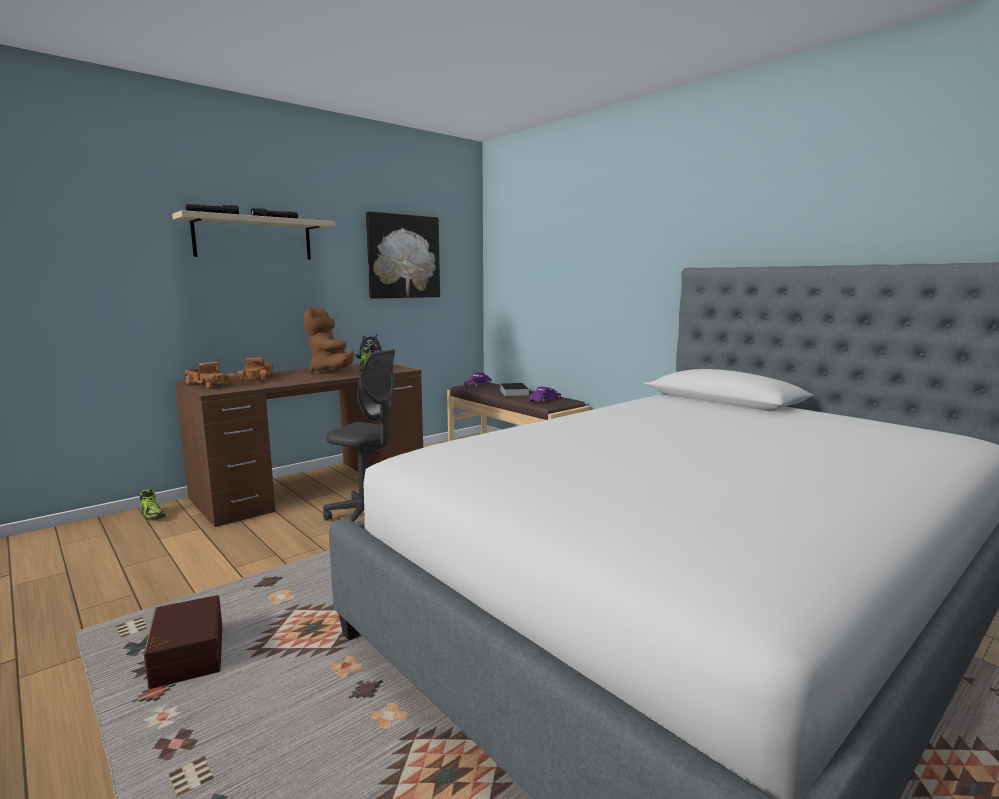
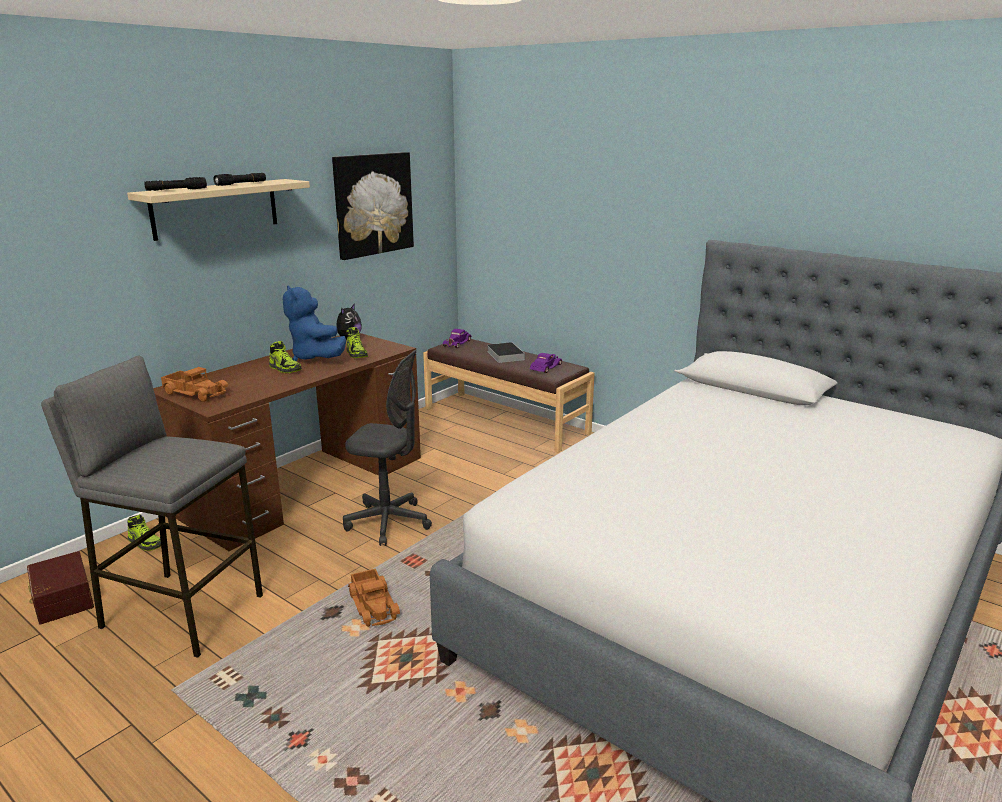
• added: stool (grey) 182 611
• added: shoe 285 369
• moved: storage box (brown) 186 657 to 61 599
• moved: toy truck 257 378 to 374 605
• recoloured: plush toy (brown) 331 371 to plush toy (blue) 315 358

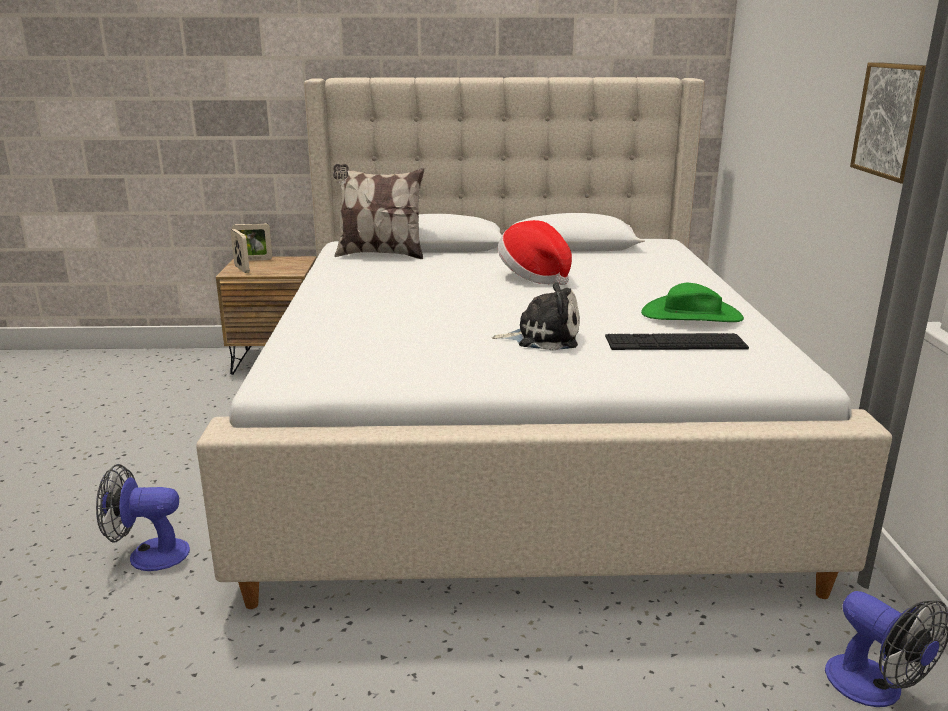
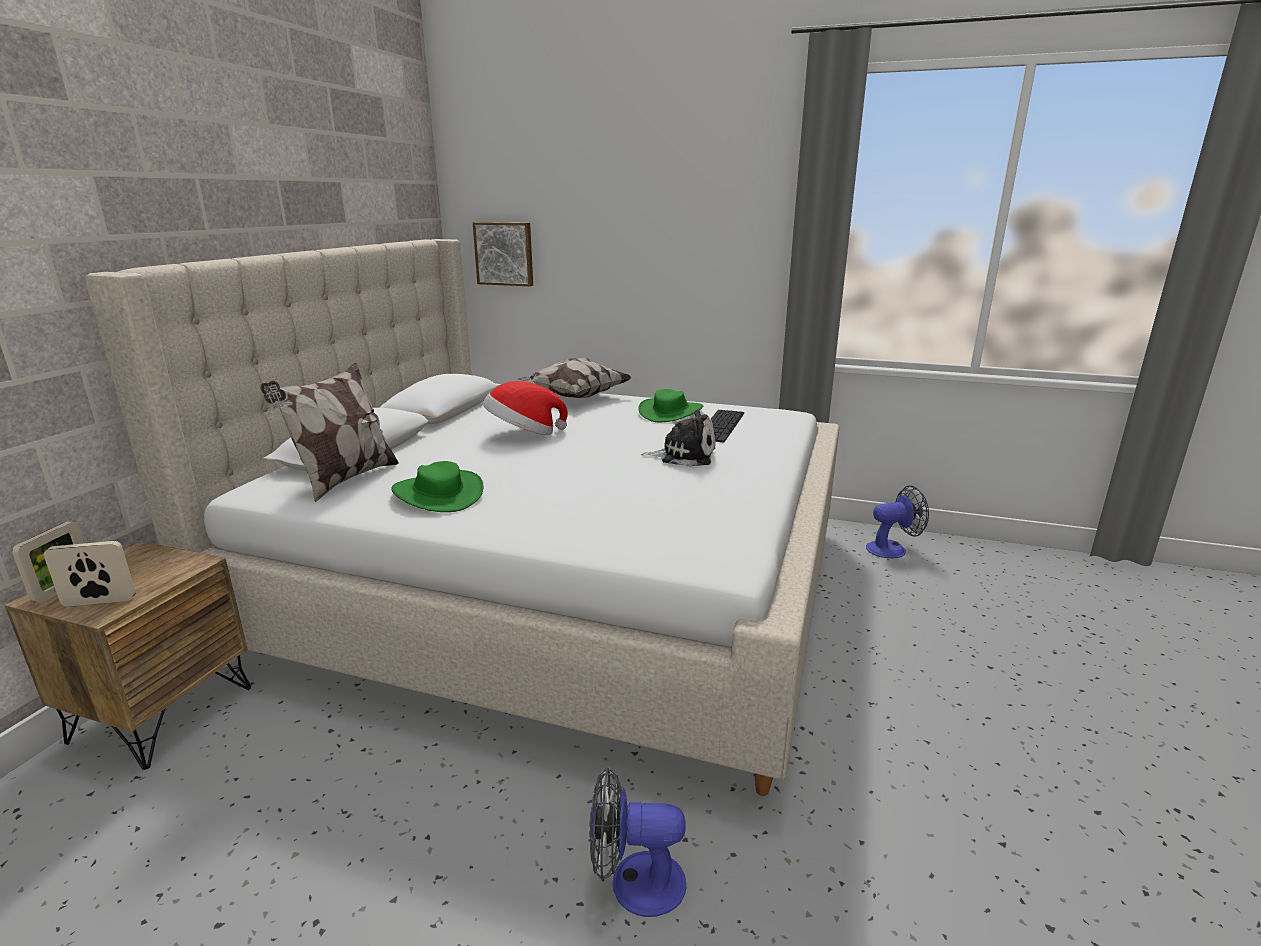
• added: hat (green) 438 493
• added: pillow 574 397
• moved: picture 896 120 to 504 253
• turned: fan 148 555 = 634 883 75 degrees clockwise
• turned: plush toy 543 337 = 684 455 75 degrees clockwise

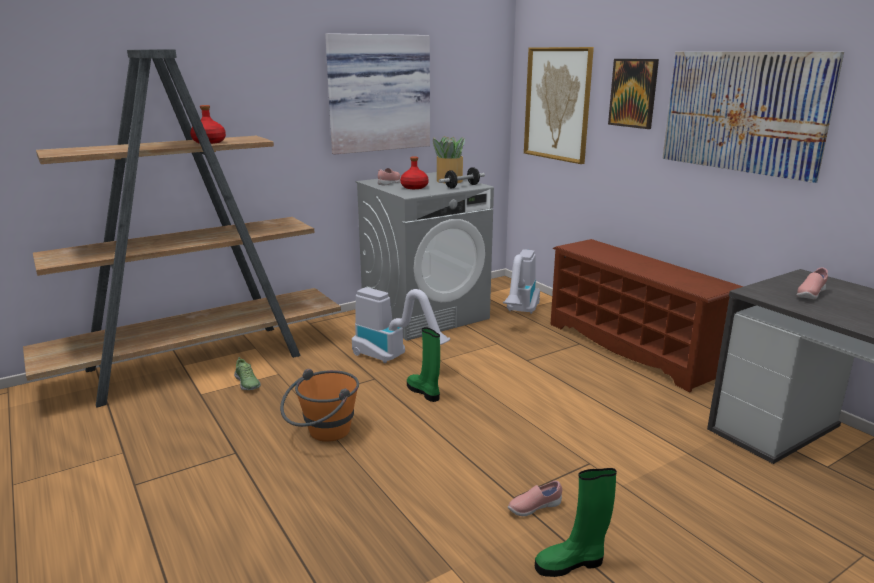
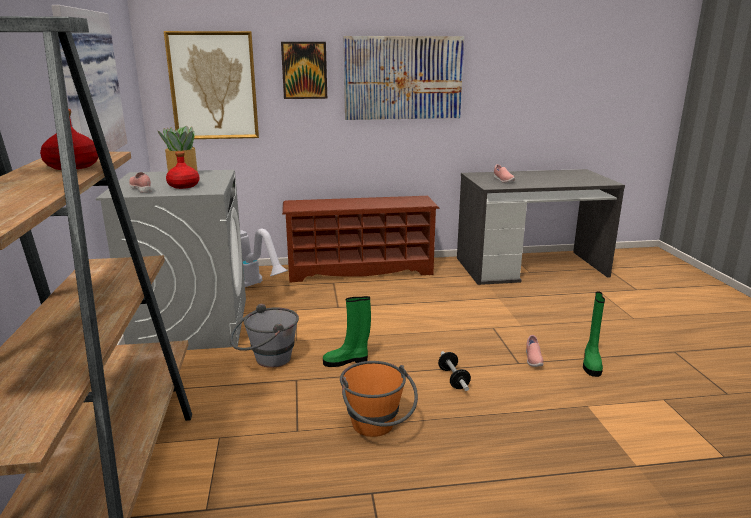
• removed: shoe 247 383
• moved: dumbbell 462 186 to 453 379
• replaced: vacuum cleaner 394 358 to bucket (grey) 266 361

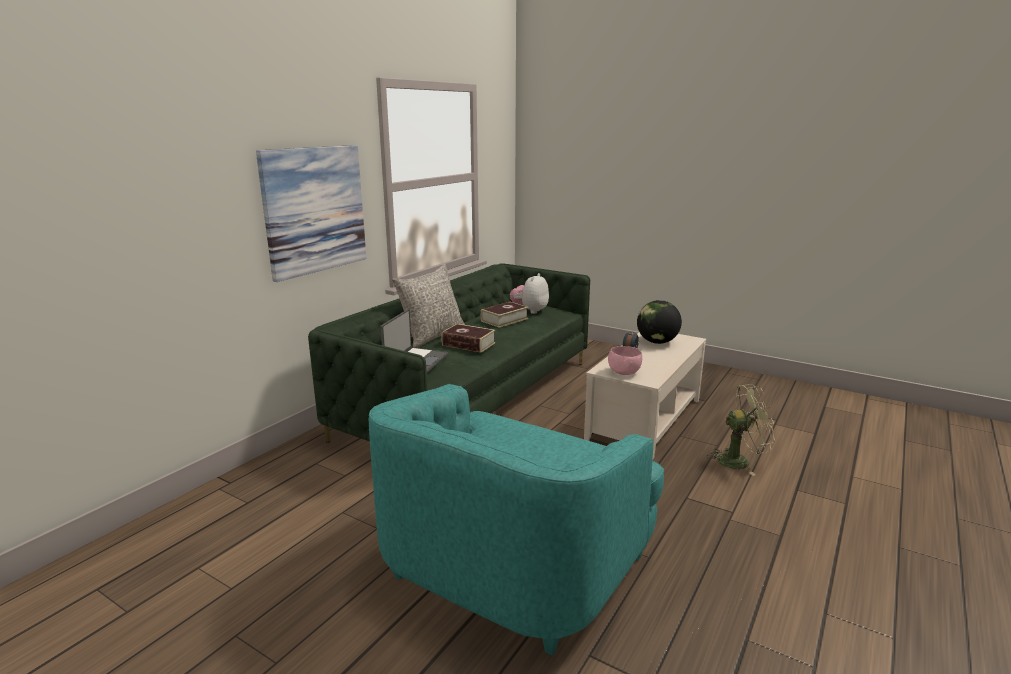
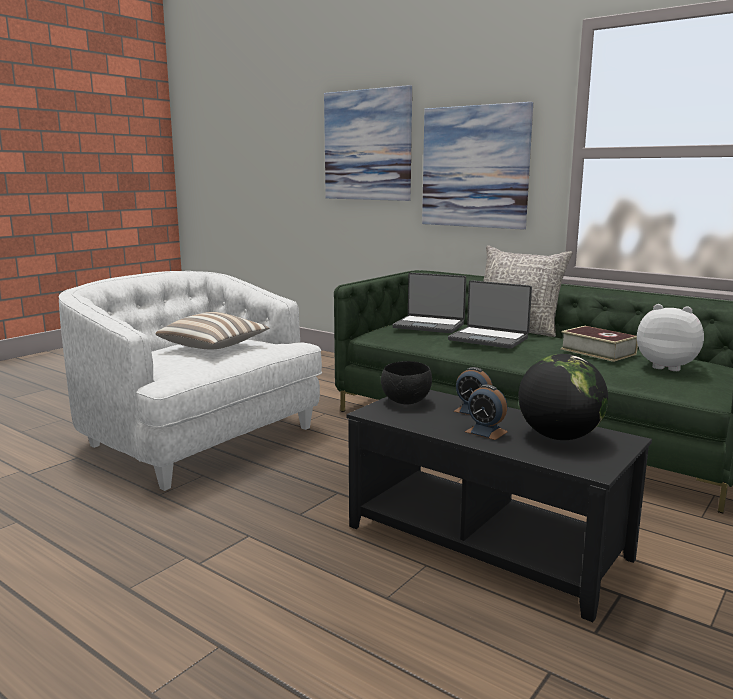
• removed: fan (green) 739 461
• added: pillow 214 347
• added: picture 367 145
• added: alarm clock 486 432
• replaced: book 468 344 to laptop 489 339
• recoloured: armchair (turquoise) 514 563 to armchair (white) 198 439
• recoloured: coffee table (beige) 645 419 to coffee table (black) 486 542
• recoloured: bowl (pink) 624 372 to bowl (black) 407 402

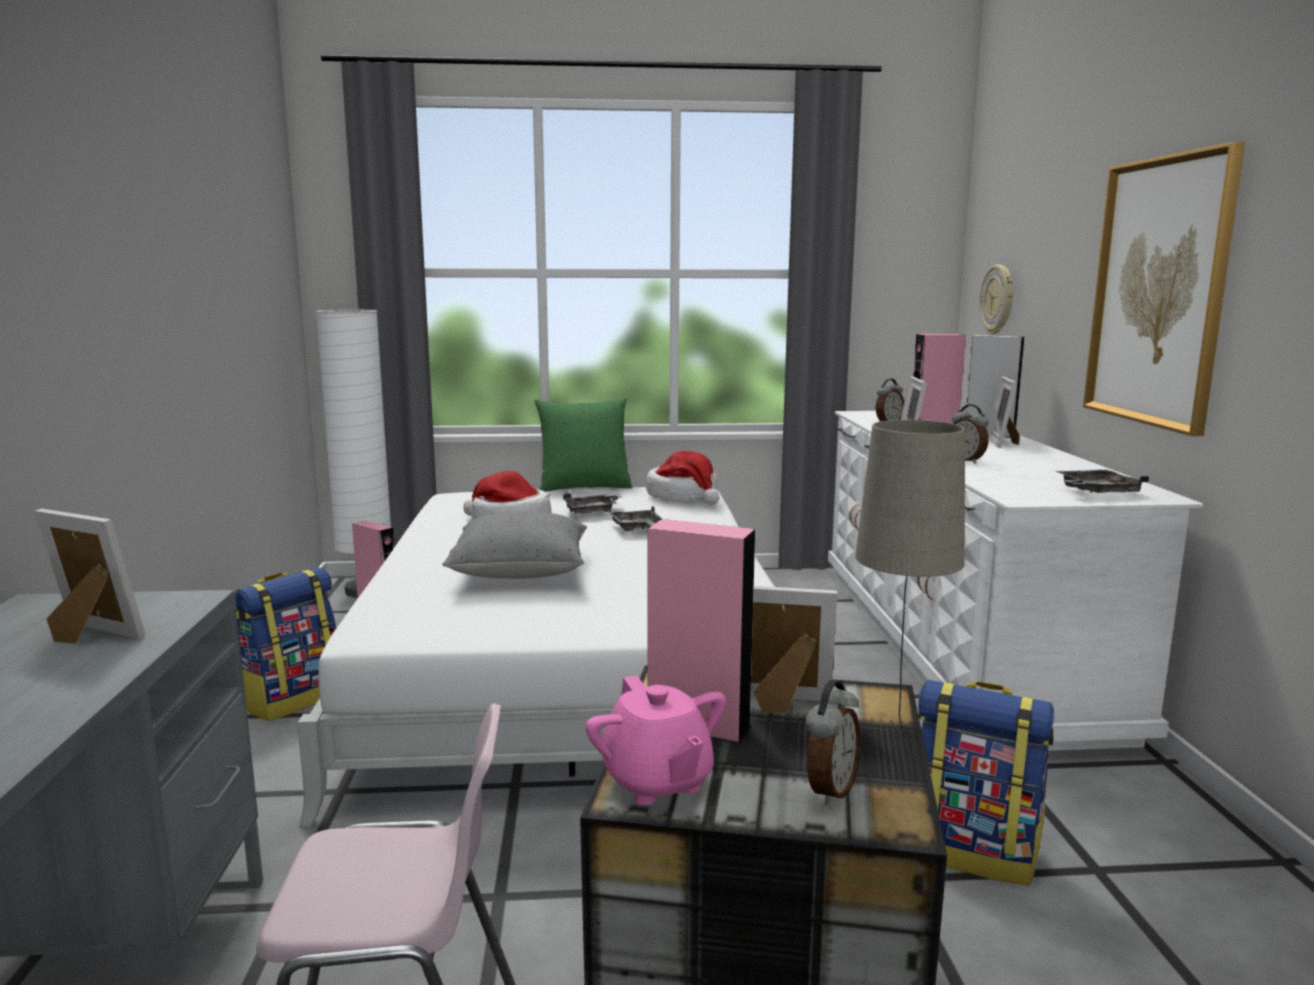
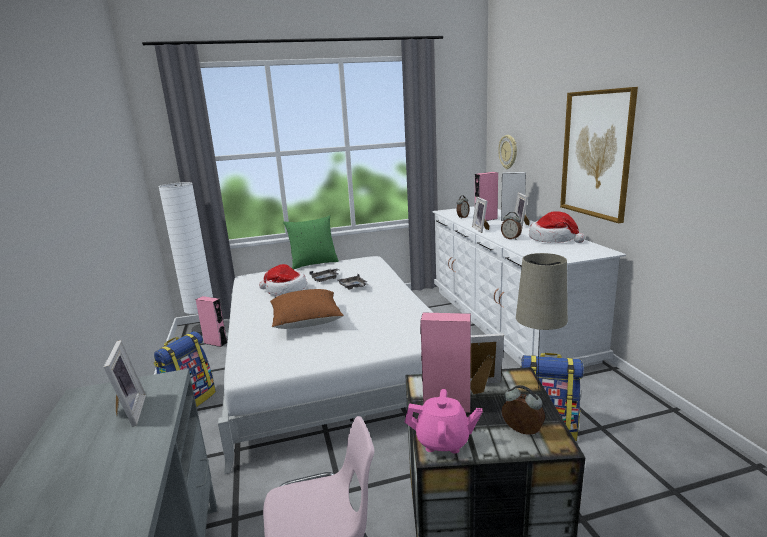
• removed: tray (grey) 1096 492
• moved: hat 684 496 to 553 239
• recoloured: pillow (grey) 520 572 to pillow (brown) 306 321
• turned: picture frame 88 636 = 128 412 60 degrees clockwise
• turned: teapot (pink) 657 782 = 443 441 45 degrees counterclockwise
• turned: alarm clock 829 790 = 521 432 75 degrees counterclockwise

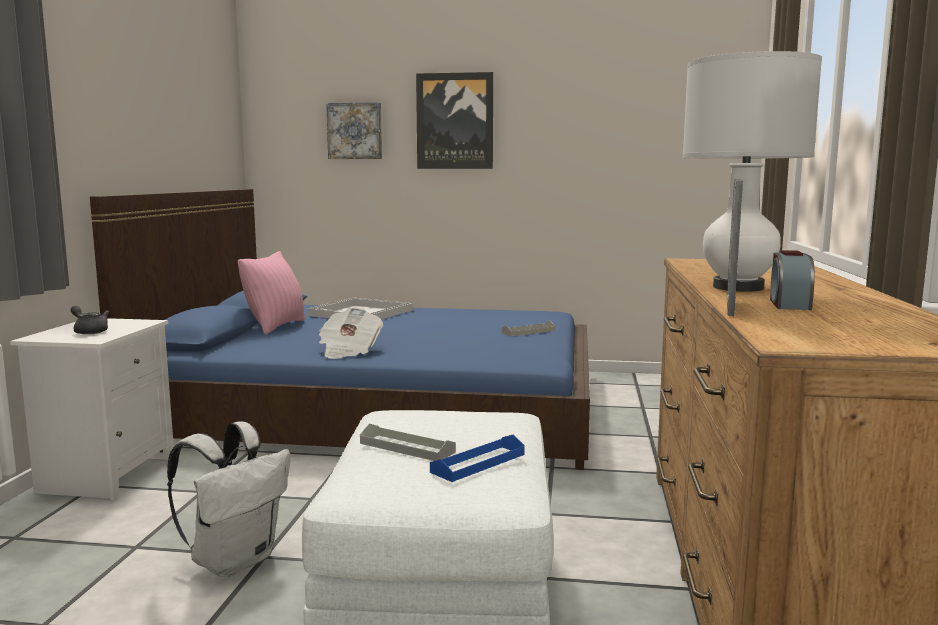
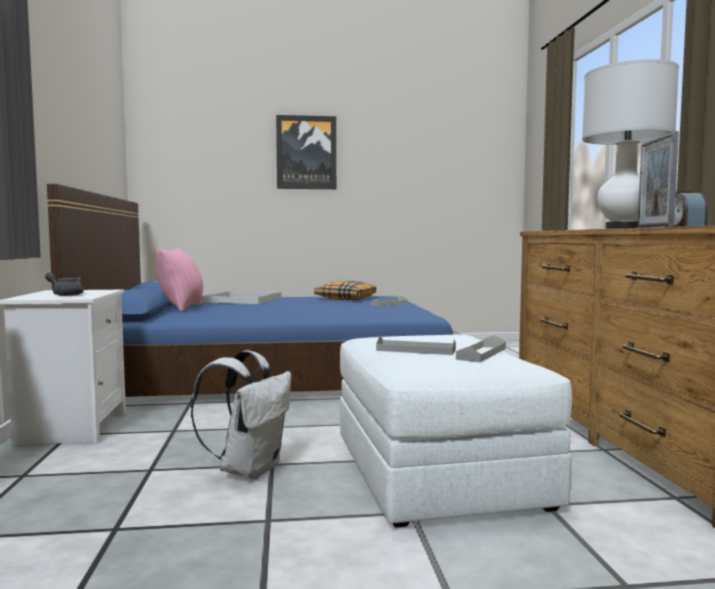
• removed: newspaper 349 351
• removed: picture 355 131
• added: pillow 345 298
• recoloured: tray (blue) 478 463 to tray (grey) 481 354

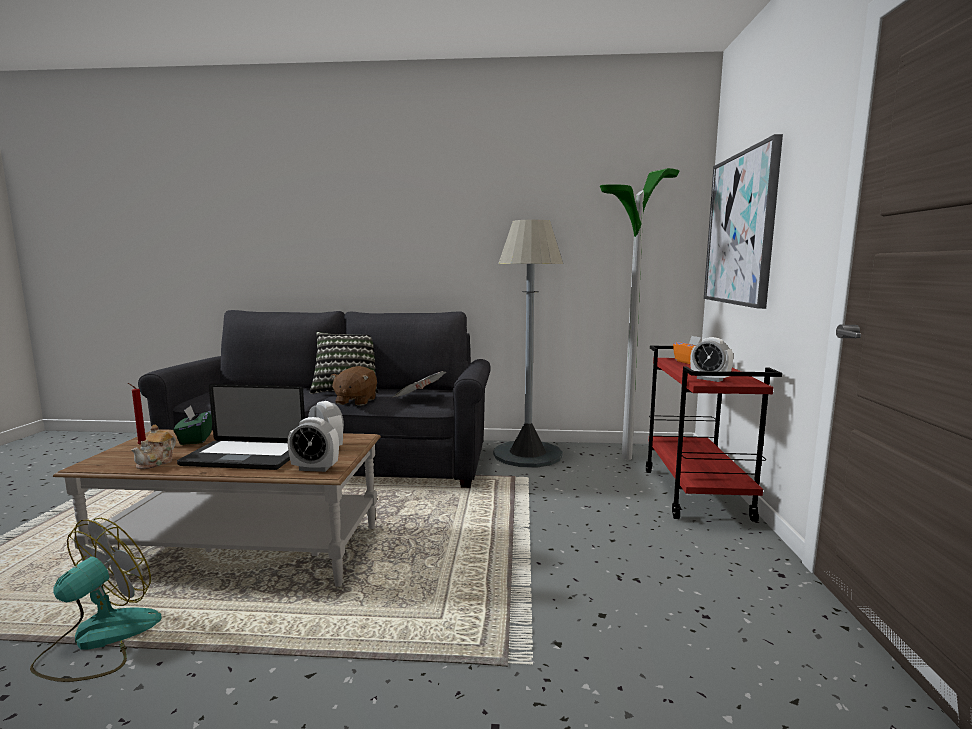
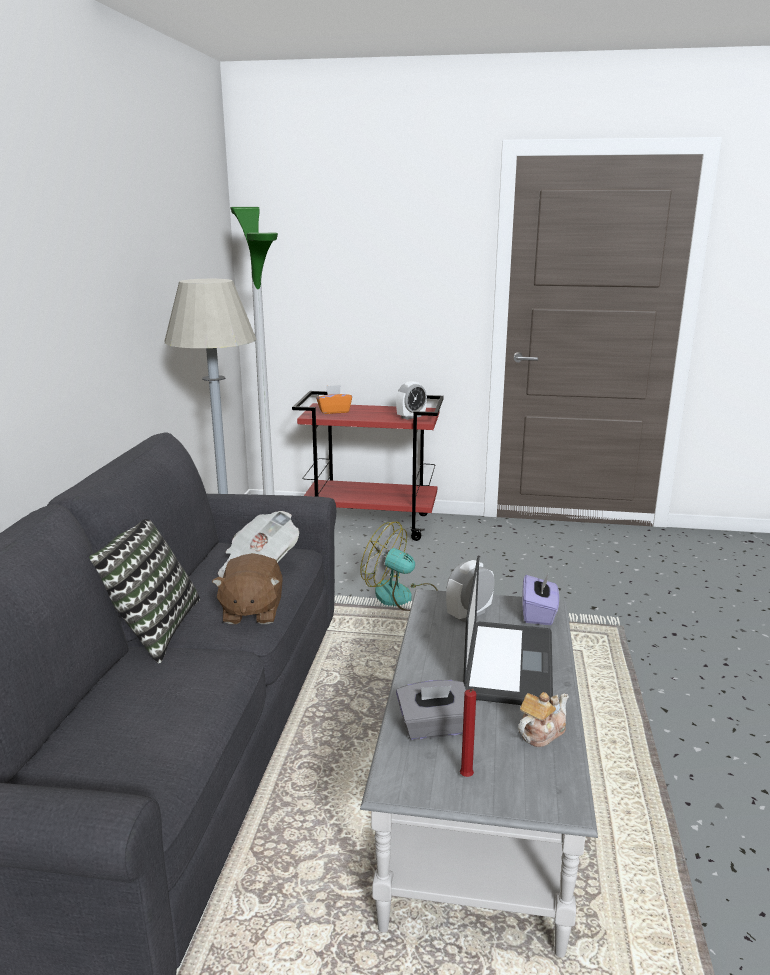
• removed: picture 740 229
• moved: fan 99 640 to 402 598
• replaced: alarm clock 315 468 to tissue box (purple) 539 614
• recoloured: coffee table (brown) 242 550 to coffee table (grey) 478 799
• recoloured: tissue box (green) 195 439 to tissue box (grey) 433 728
• turned: teapot 157 462 = 540 733 60 degrees counterclockwise
• turned: plush toy (brown) 355 401 = 251 612 75 degrees clockwise

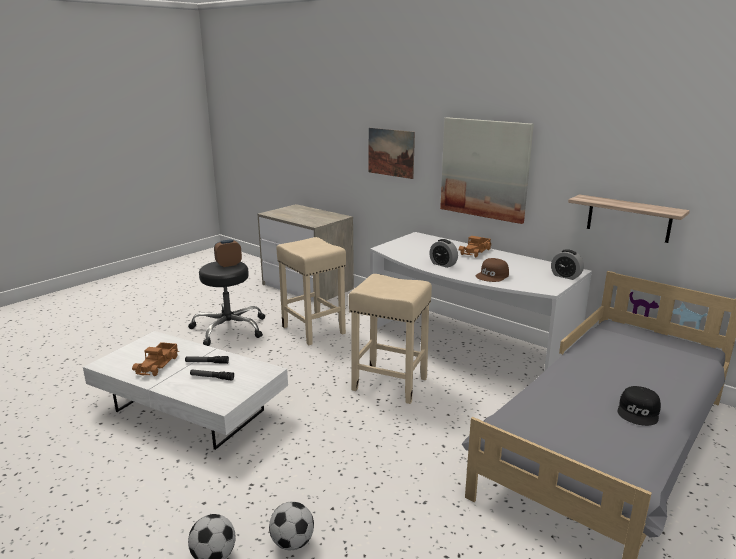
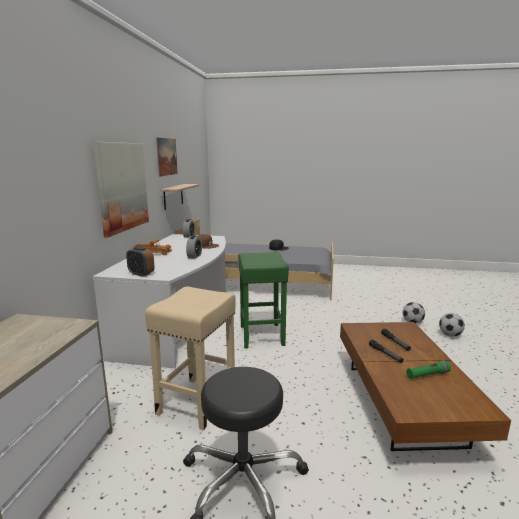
• moved: alarm clock 228 264 to 141 274
• moved: picture 391 152 to 167 157
• replaced: toy truck 158 365 to flashlight (green) 427 375
• recoloured: coffee table (white) 191 410 to coffee table (brown) 401 402
• recoloured: stool (beige) 388 384 to stool (green) 262 336

